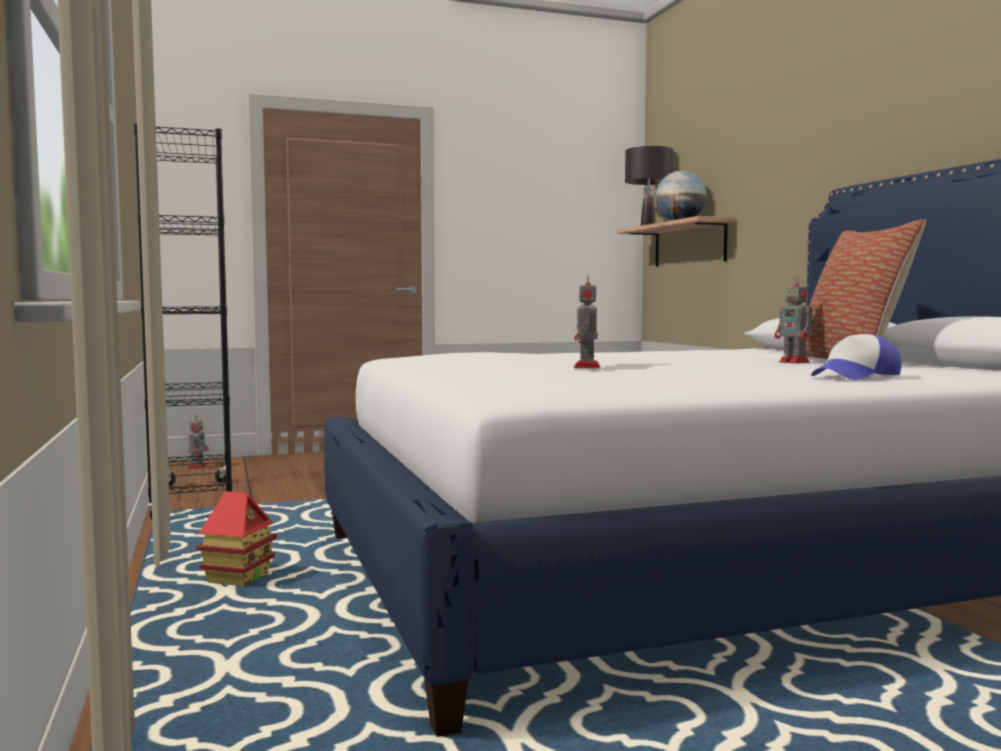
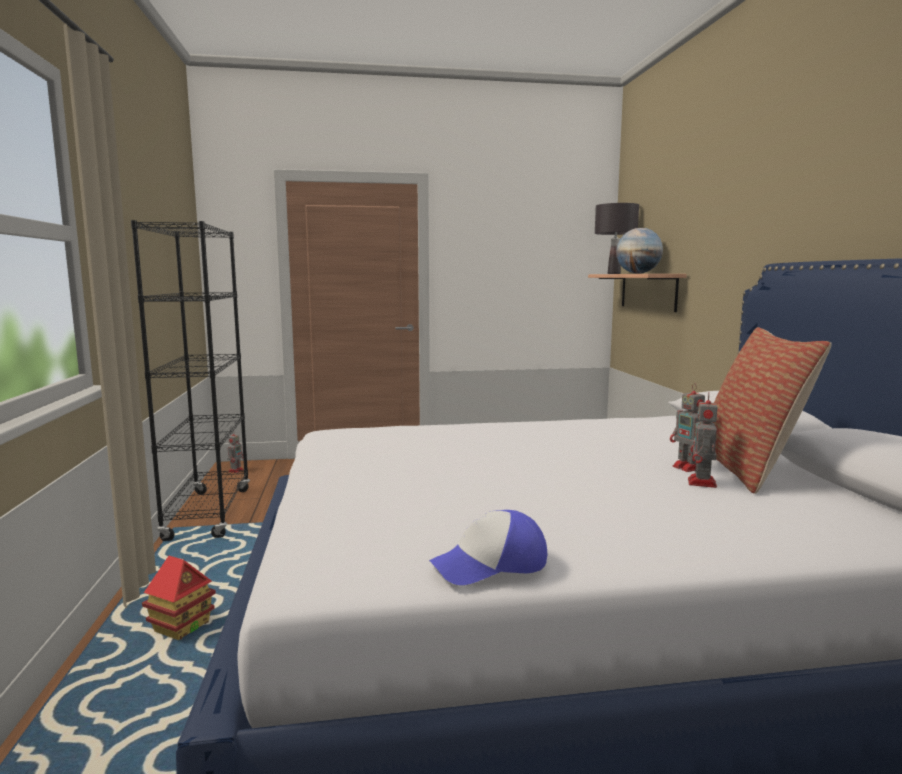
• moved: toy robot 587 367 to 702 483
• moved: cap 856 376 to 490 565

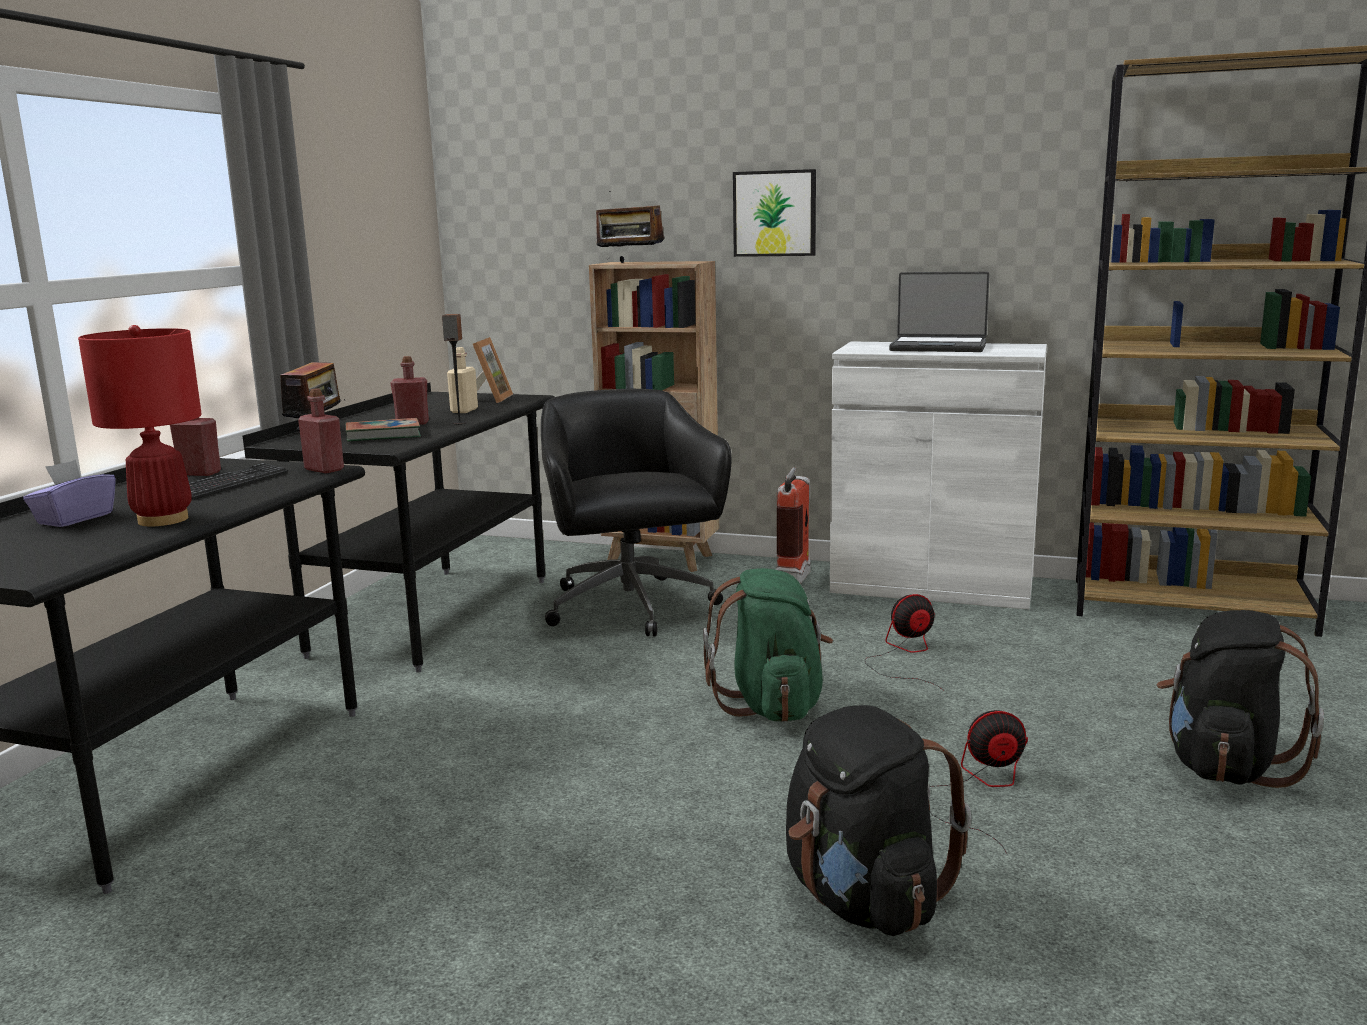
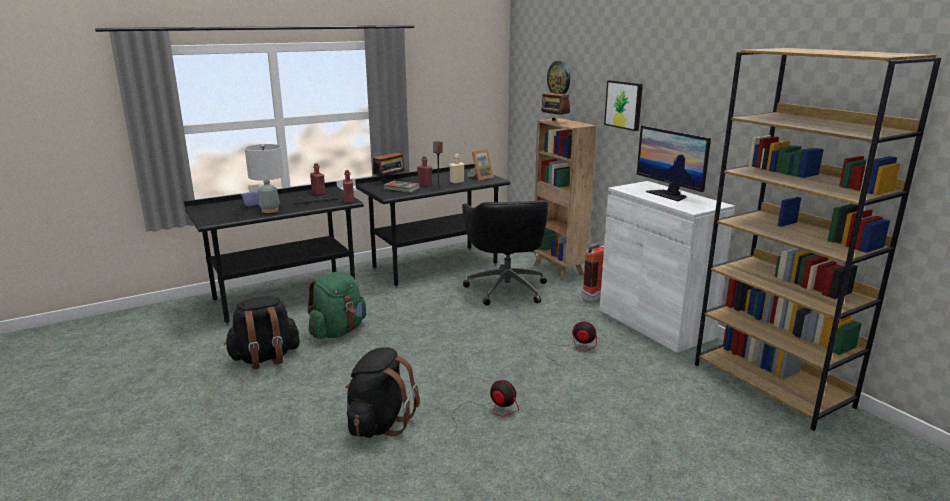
• added: wall clock 559 78
• moved: backpack (green) 772 705 to 338 332
• moved: backpack (black) 1224 766 to 265 358
• replaced: laptop 938 347 to monitor 669 195
• recoloured: table lamp (red) 163 520 to table lamp (grey) 270 210
• turned: office chair (black) 631 608 = 506 288 150 degrees clockwise

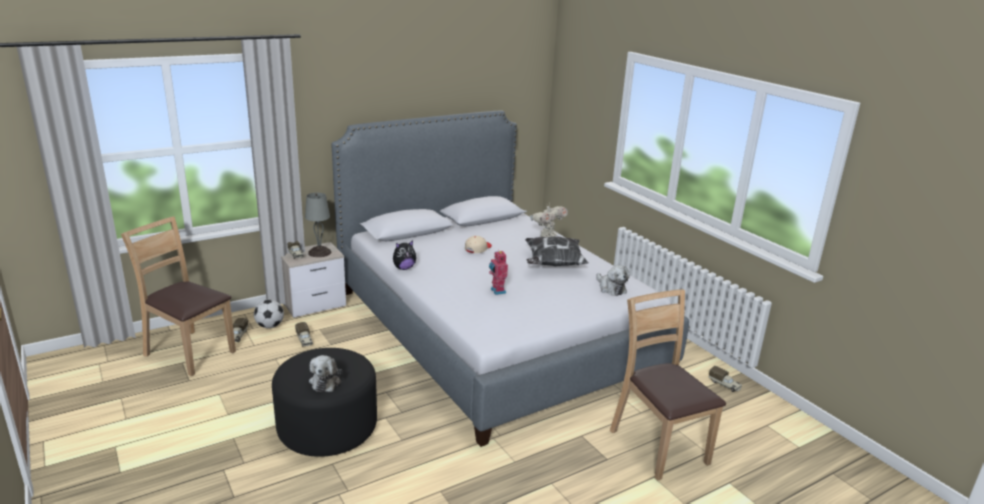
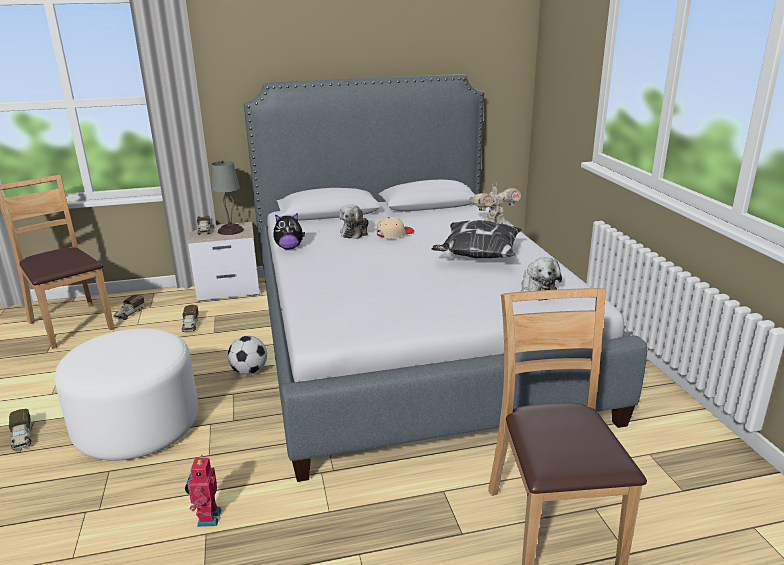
• moved: football 270 326 to 249 371
• moved: plush toy 326 380 to 355 232
• moved: toy robot 497 291 to 207 518
• moved: toy truck 724 385 to 22 438
• recoloured: ottoman (black) 327 428 to ottoman (white) 137 426

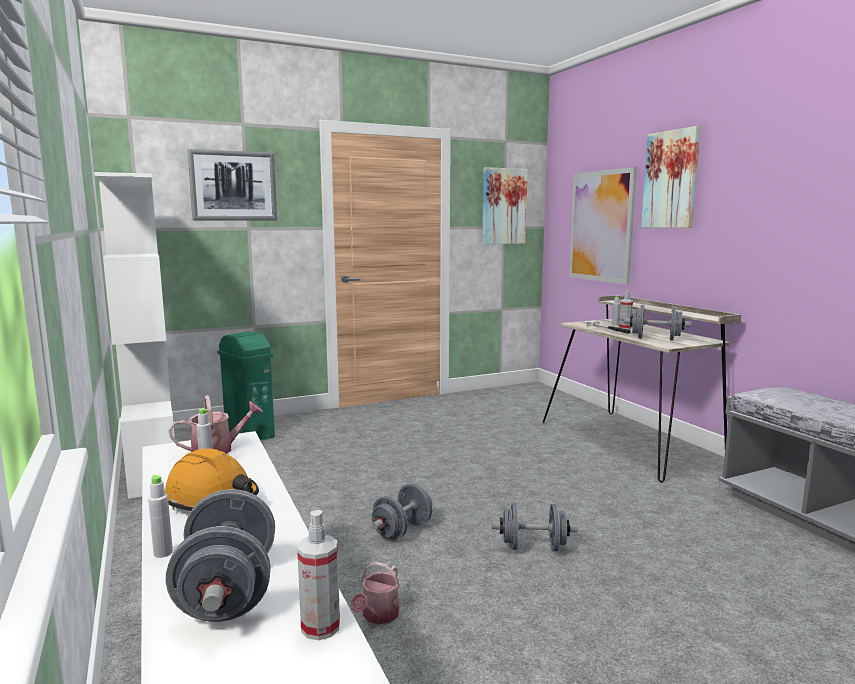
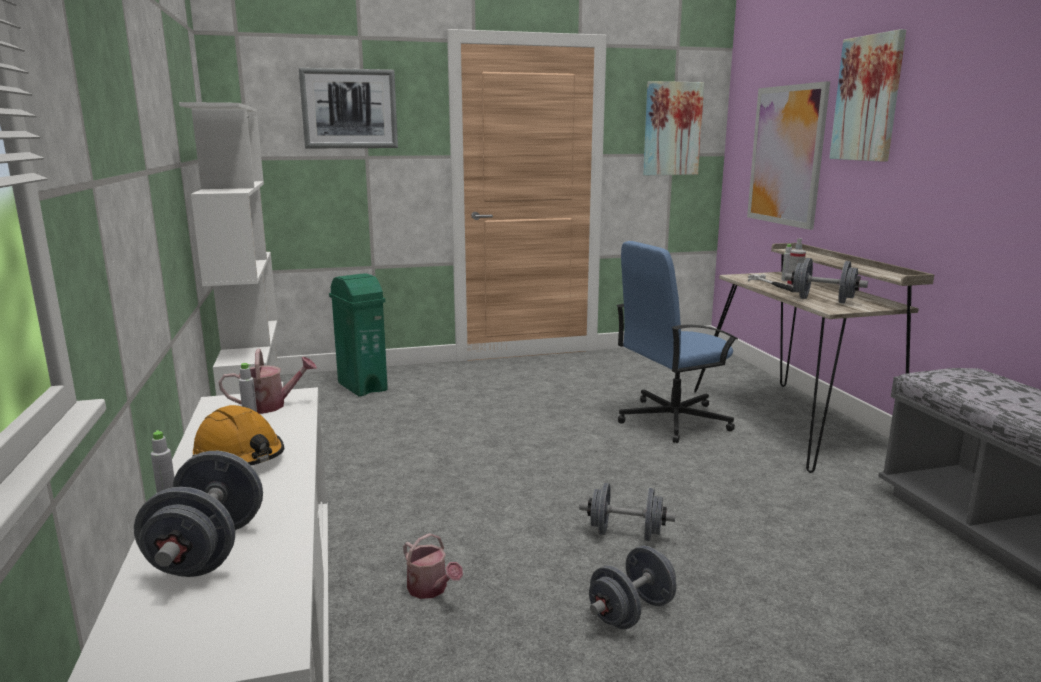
• removed: spray bottle 320 627
• added: office chair (blue) 672 420
• moved: dumbbell (grey) 402 530 to 631 612
• turned: watering can 378 616 = 431 589 75 degrees counterclockwise

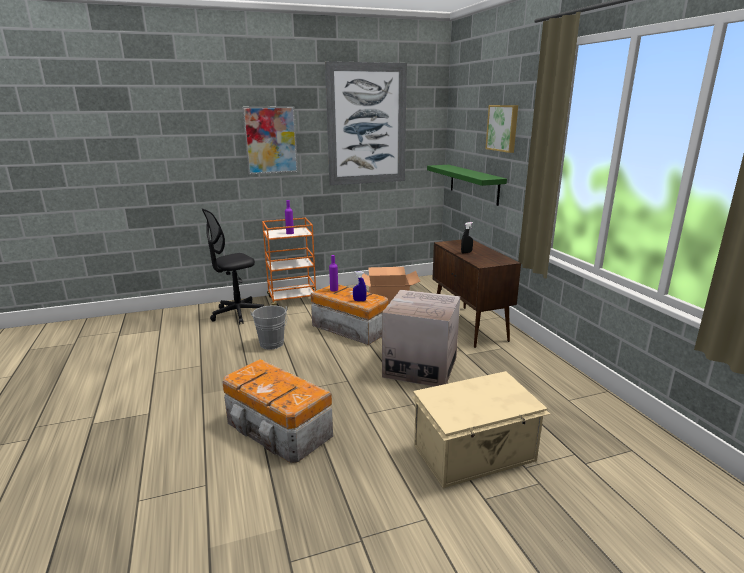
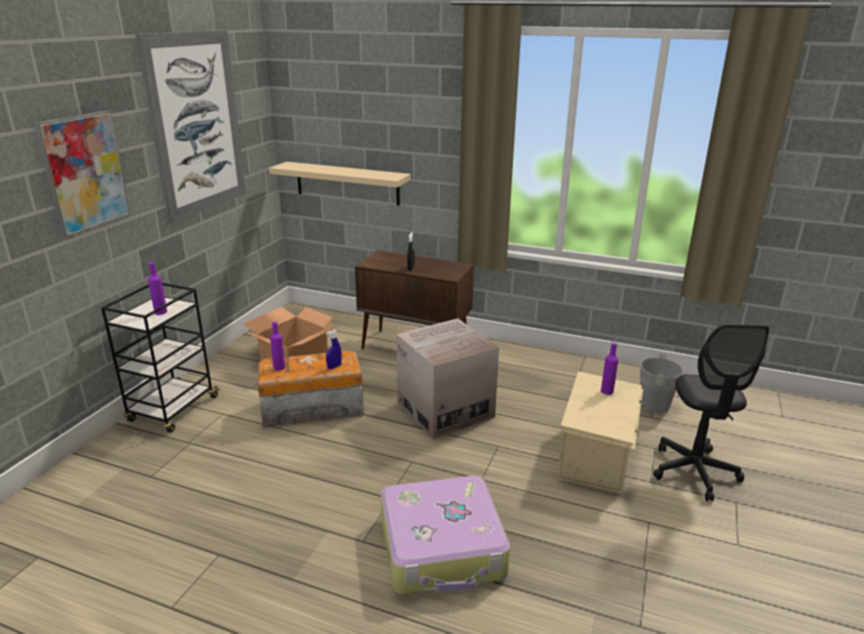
• removed: picture 503 128
• added: bottle (purple) 607 391
• moved: office chair (black) 237 314 to 694 471
• moved: bucket (grey) 272 345 to 658 405
• replaced: storage box 278 430 to suitcase 443 548
• recoloured: cart (orange) 293 300 to cart (black) 173 410
• recoloured: shelf (green) 474 184 to shelf (beige) 347 183

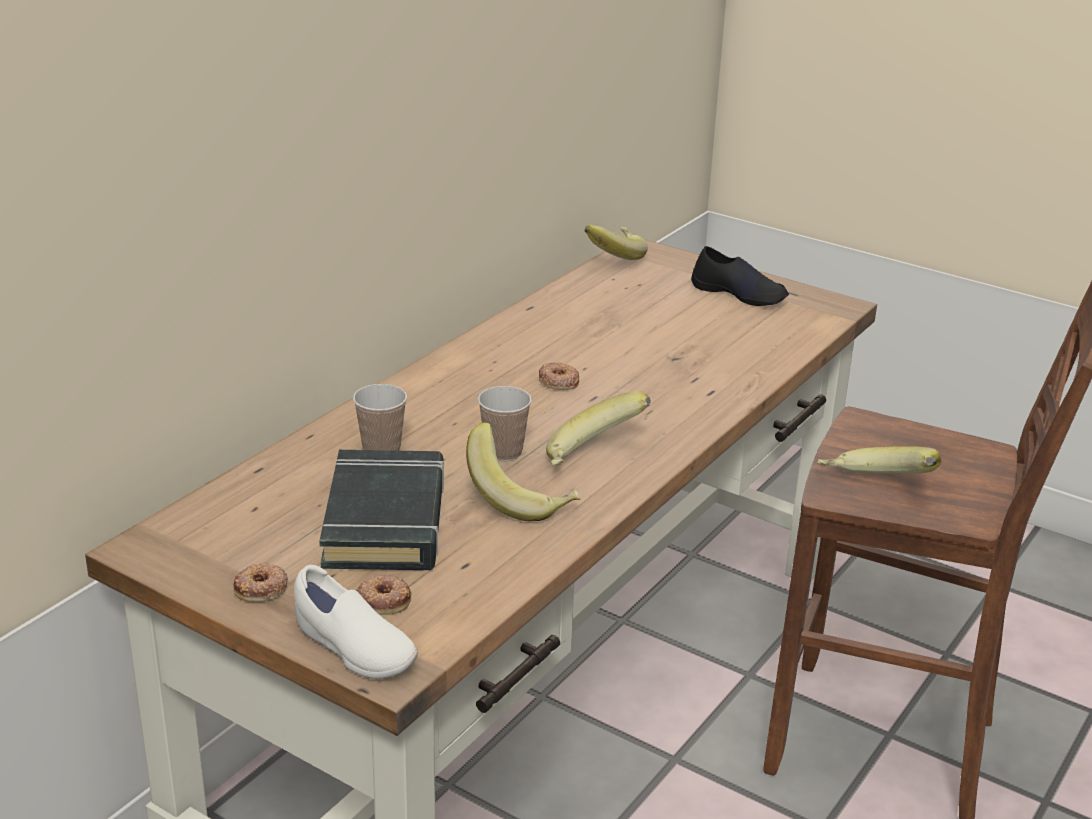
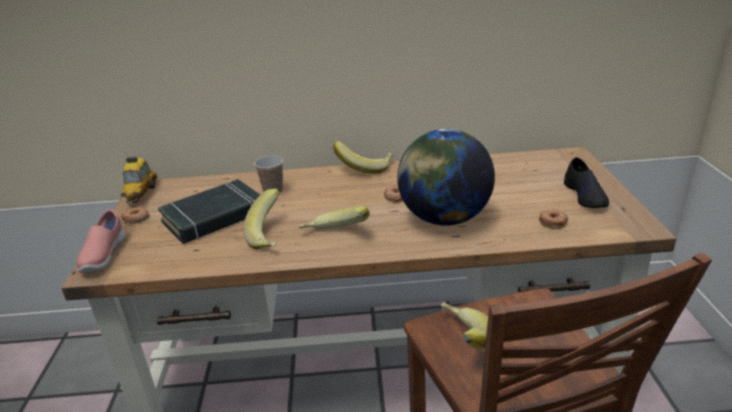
• removed: cup 503 452
• added: toy car 141 194
• added: globe 444 218
• moved: donut 384 599 to 553 221
• moved: banana 612 257 to 365 168
• recoloured: shoe (white) 353 649 to shoe (pink) 103 256

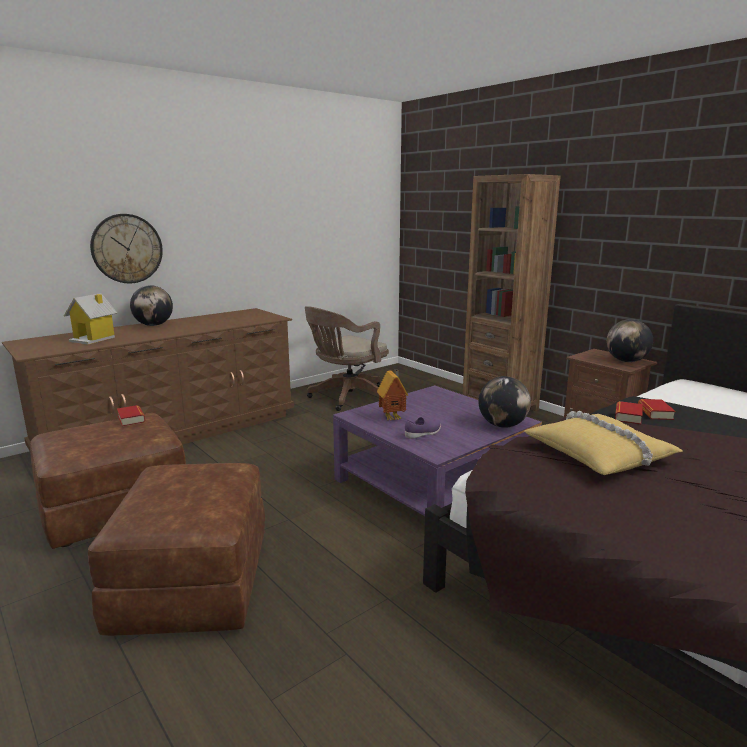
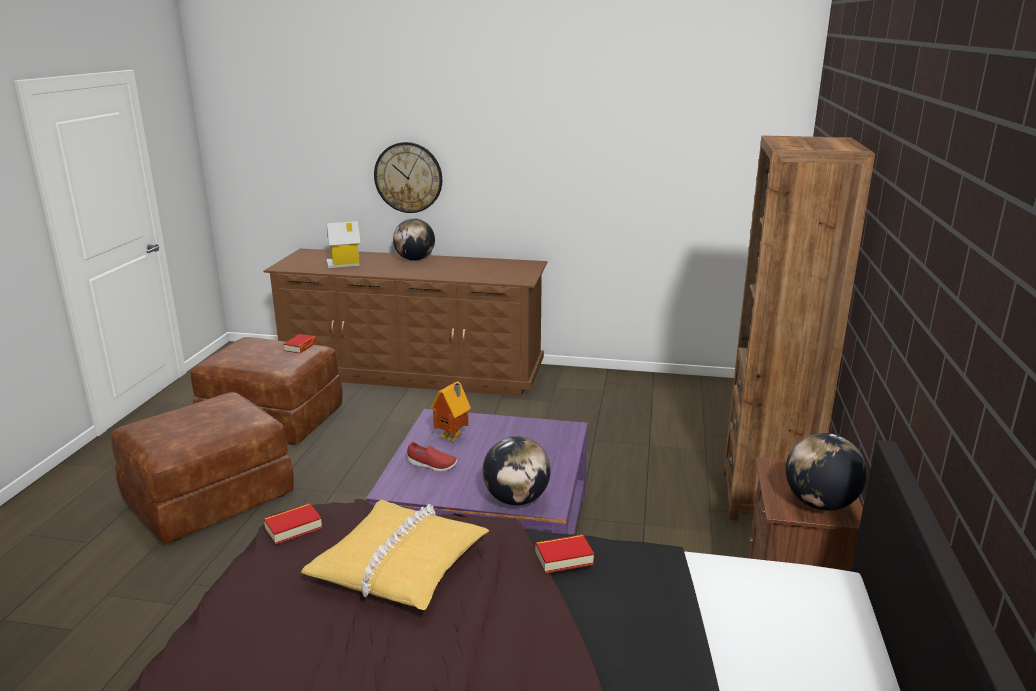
• removed: office chair (brown) 346 398
• moved: book 655 413 to 293 528
• recoloured: shoe (purple) 423 434 to shoe (red) 432 466

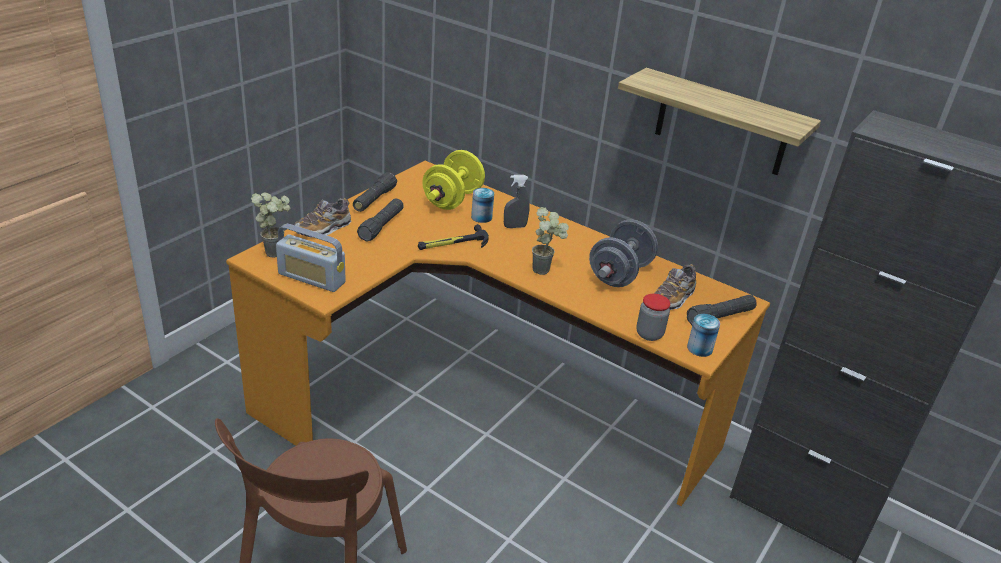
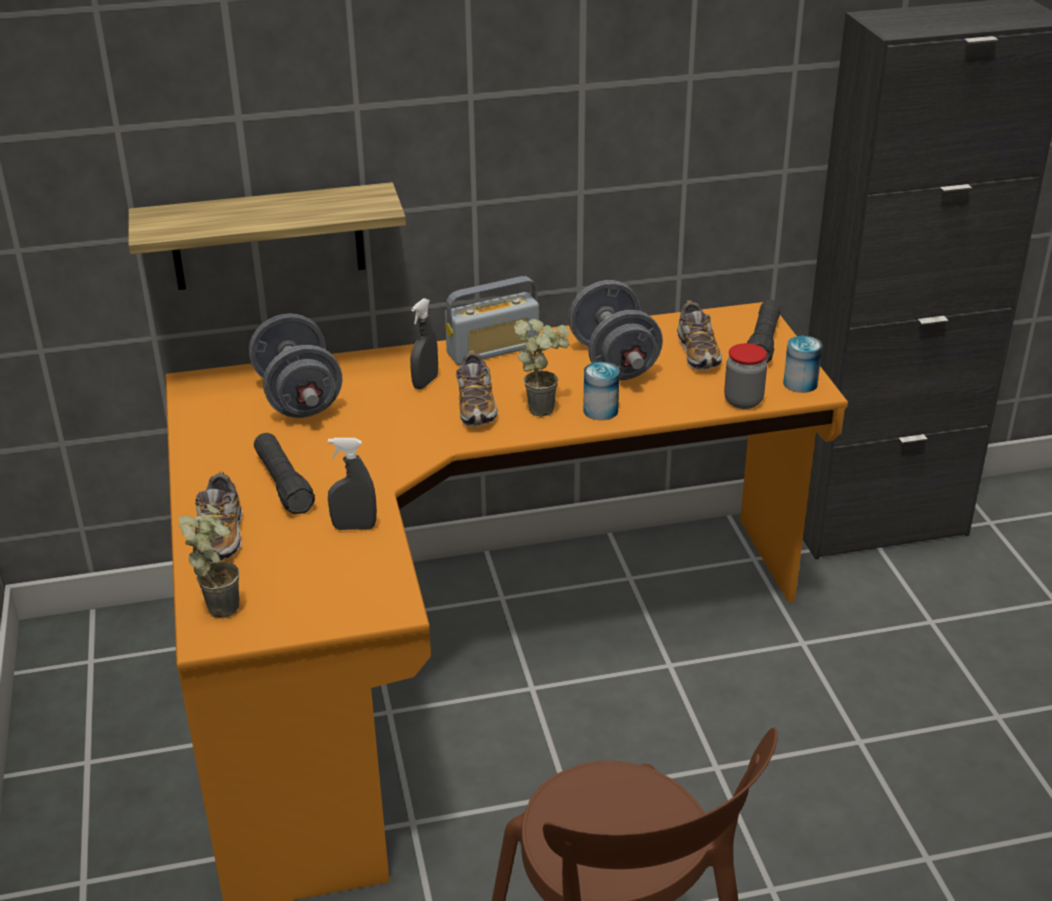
• removed: flashlight (black) 374 200
• removed: hammer 453 243
• added: spray bottle (grey) 354 527
• added: shoe 476 407
• moved: radio 311 278 to 493 350
• moved: can 481 217 to 600 410
• moved: shelf 722 123 to 267 237
• recoloured: dumbbell (yellow) 452 199 to dumbbell (grey) 298 398

